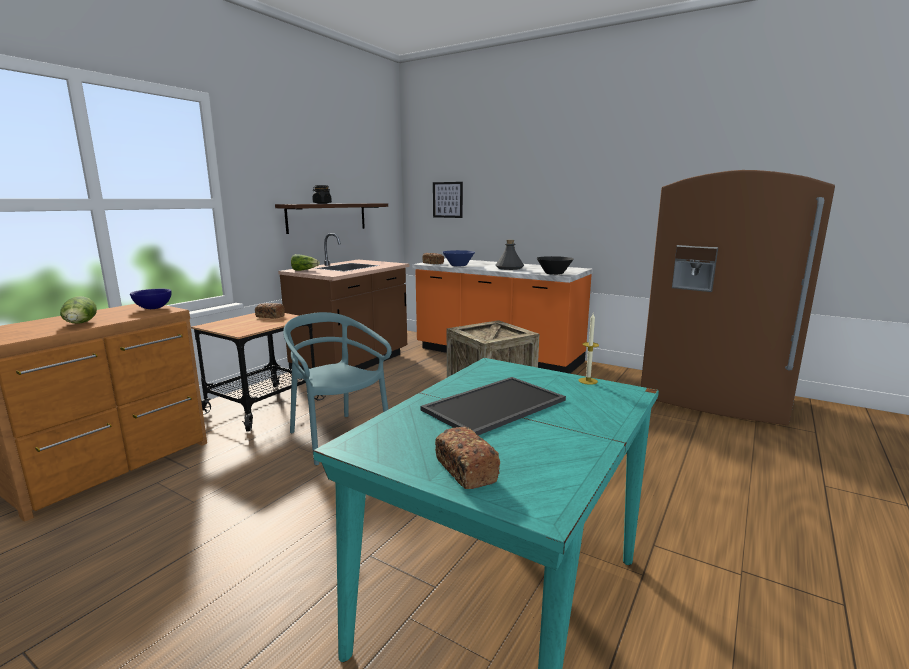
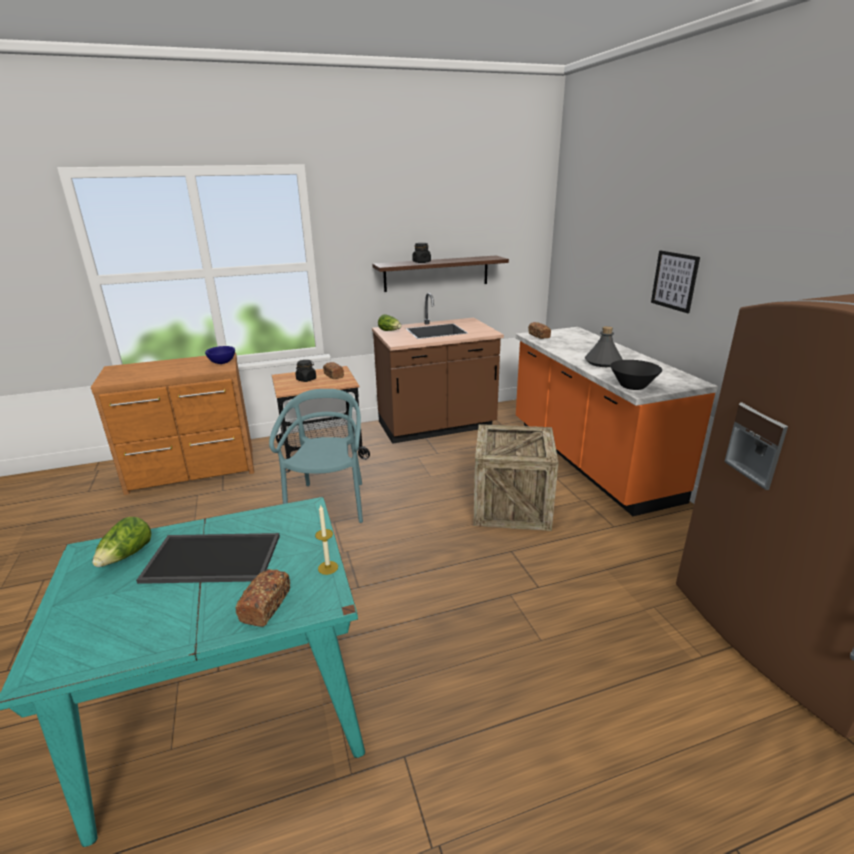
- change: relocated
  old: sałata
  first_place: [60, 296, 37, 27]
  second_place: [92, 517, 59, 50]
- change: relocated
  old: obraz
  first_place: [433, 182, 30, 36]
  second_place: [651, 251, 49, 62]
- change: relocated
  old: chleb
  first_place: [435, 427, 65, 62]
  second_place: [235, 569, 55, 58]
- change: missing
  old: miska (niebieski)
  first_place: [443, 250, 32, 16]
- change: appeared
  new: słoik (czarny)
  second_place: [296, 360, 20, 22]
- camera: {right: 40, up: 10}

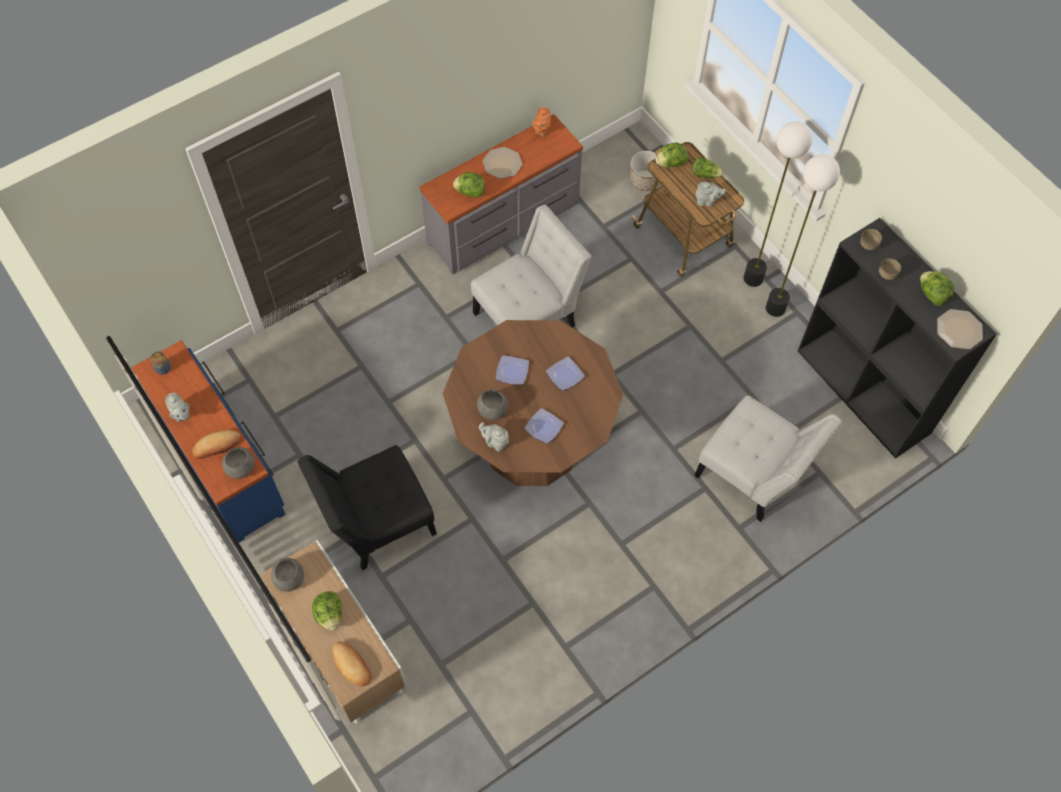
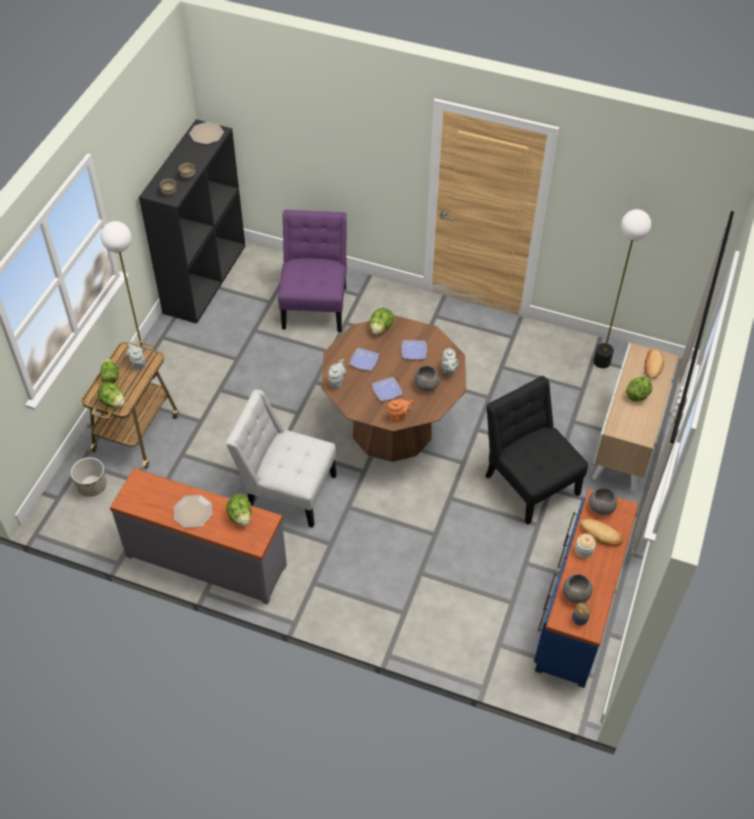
- change: relocated
  old: imbryk (szary)
  first_place: [165, 393, 25, 29]
  second_place: [328, 359, 19, 30]
- change: relocated
  old: miska (szary)
  first_place: [271, 558, 33, 34]
  second_place: [563, 574, 29, 30]
- change: spun
  old: krzesło (czarny)
  first_place: [297, 445, 140, 125]
  second_place: [486, 376, 102, 149]
  degrees: -150
- change: relocated
  old: imbryk (pomarańczowy)
  first_place: [532, 107, 19, 30]
  second_place: [388, 399, 26, 24]
- change: colour
  old: krzesło (biały)
  new: krzesło (fioletowy)
  first_place: [694, 396, 148, 126]
  second_place: [278, 210, 69, 122]
- change: relocated
  old: lampa stojąca
  first_place: [766, 154, 74, 163]
  second_place: [593, 209, 58, 159]
- change: relocated
  old: sałata
  first_place: [920, 271, 34, 35]
  second_place: [369, 308, 25, 27]
- change: appeared
  new: słoik
  second_place: [575, 534, 21, 24]
- camera: {right: -125, up: -10}

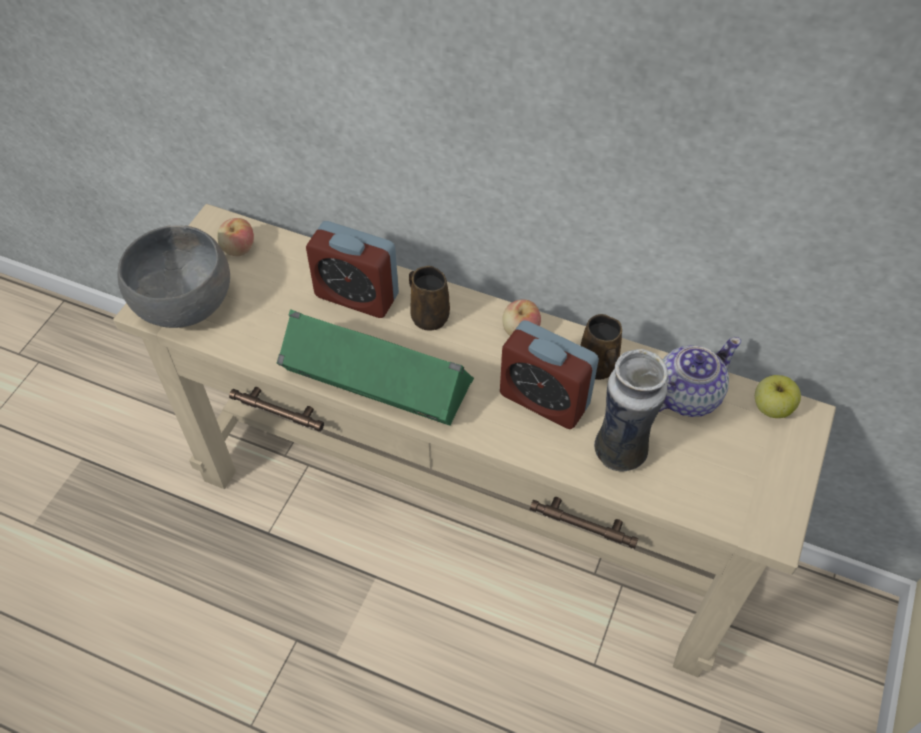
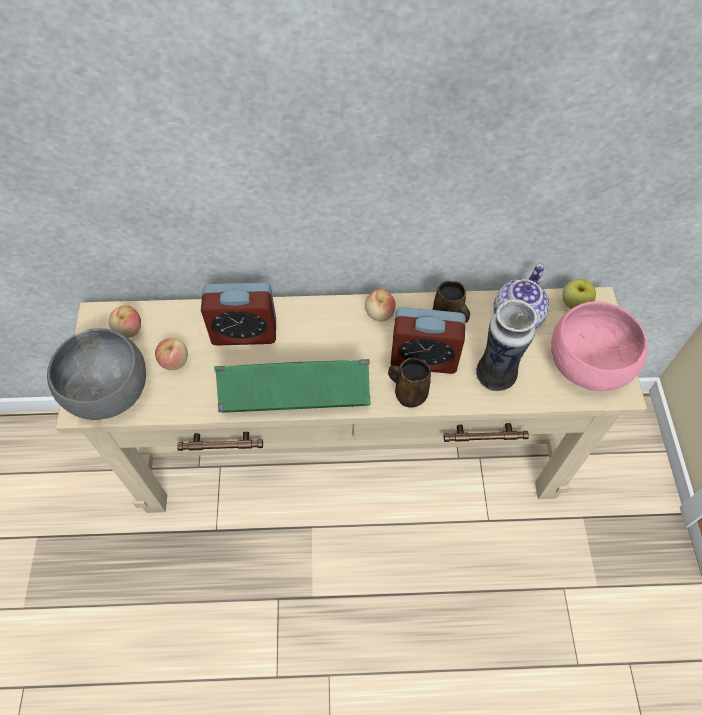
- change: relocated
  old: kubek (brązowy)
  first_place: [409, 266, 41, 65]
  second_place: [388, 358, 43, 50]
- change: appeared
  new: jabłko
  second_place: [155, 338, 33, 32]
- change: appeared
  new: miska (różowy)
  second_place: [551, 301, 97, 90]
- camera: {right: -25, up: 5}

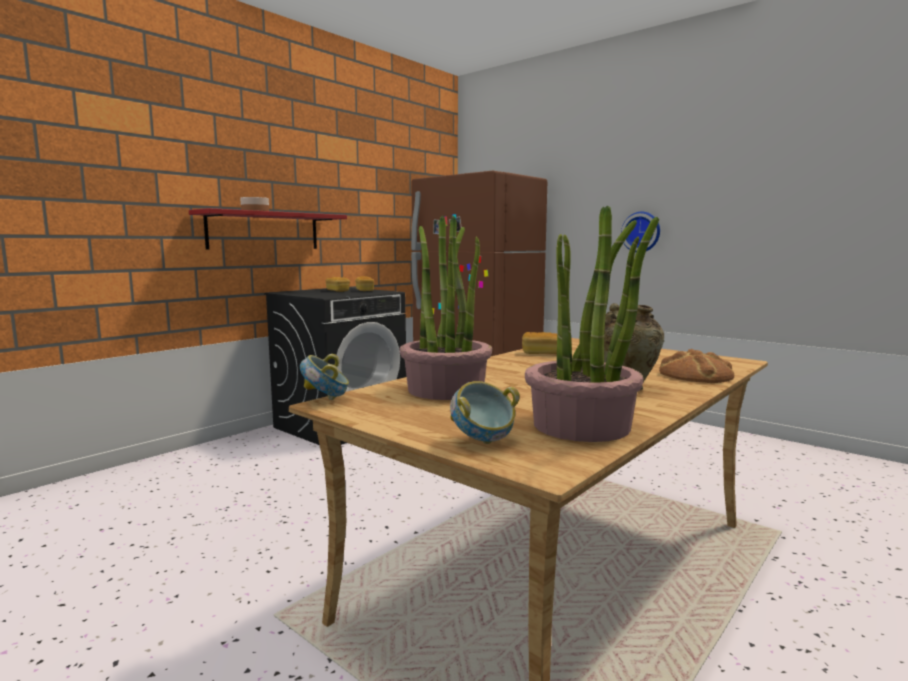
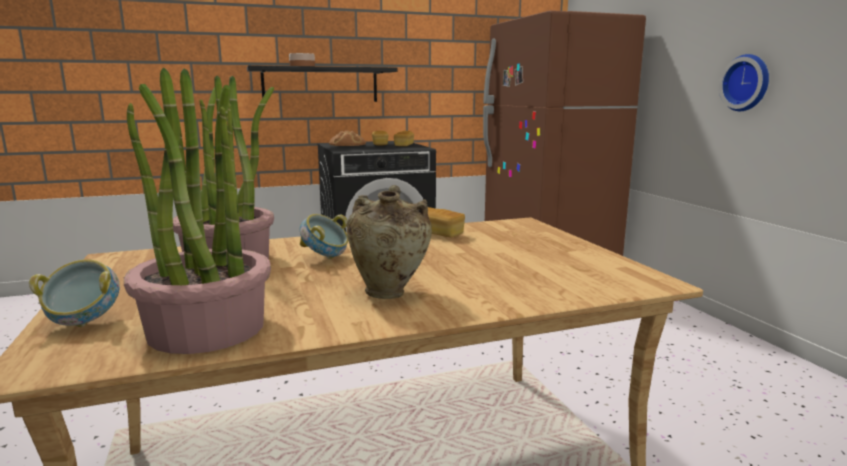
- change: colour
  old: półka (czerwony)
  new: półka (czarny)
  first_place: [189, 208, 158, 41]
  second_place: [247, 65, 150, 37]
- change: relocated
  old: miska
  first_place: [300, 354, 49, 46]
  second_place: [300, 214, 48, 45]
- change: relocated
  old: chleb
  first_place: [659, 349, 75, 34]
  second_place: [329, 131, 37, 15]
- camera: {right: 30, up: 5}

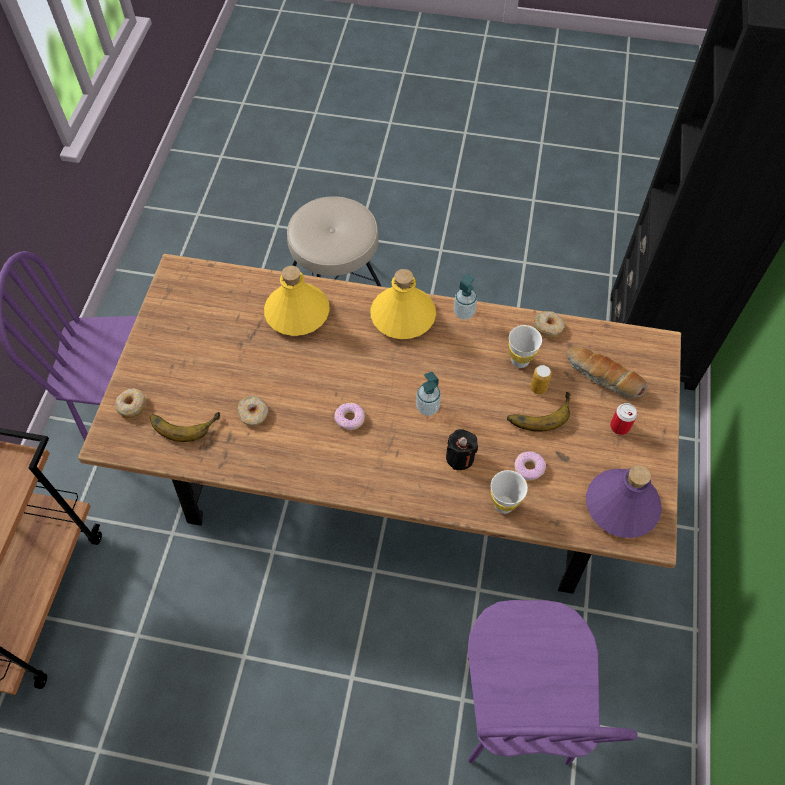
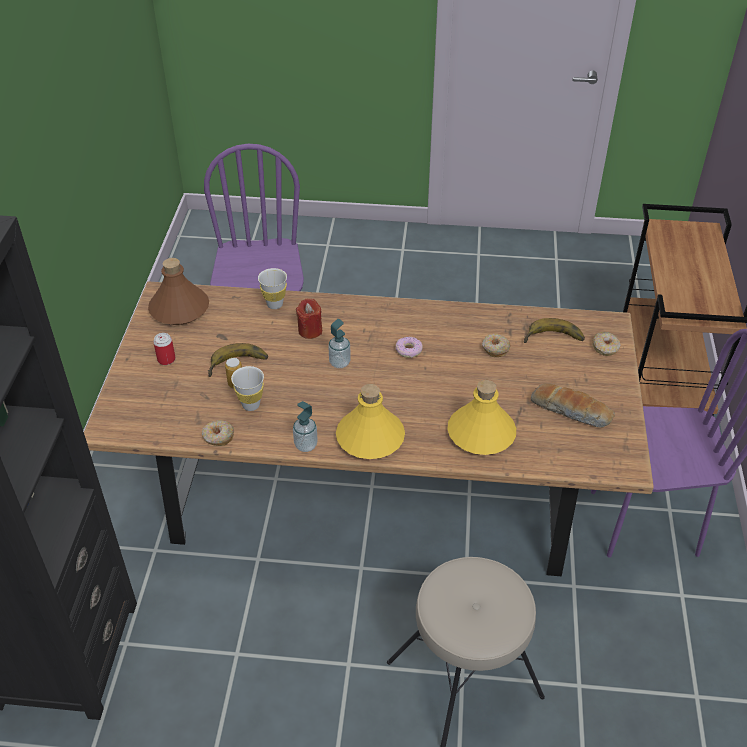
- change: colour
  old: świeca (czarny)
  new: świeca (czerwony)
  first_place: [446, 429, 32, 41]
  second_place: [296, 298, 26, 41]
- change: missing
  old: donut
  first_place: [514, 451, 32, 29]
- change: relocated
  old: chleb
  first_place: [566, 347, 82, 51]
  second_place: [531, 383, 84, 44]
- change: colour
  old: butelka (fioletowy)
  new: butelka (brązowy)
  first_place: [586, 465, 76, 73]
  second_place: [148, 258, 61, 67]
- camera: {right: 175, up: -15}

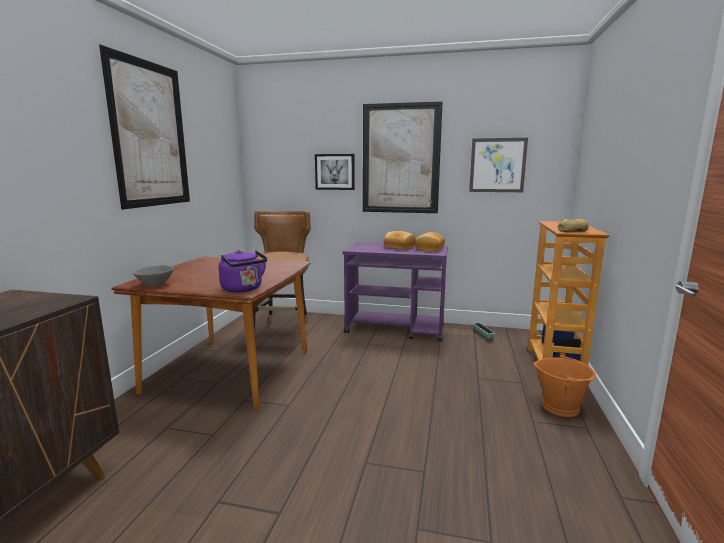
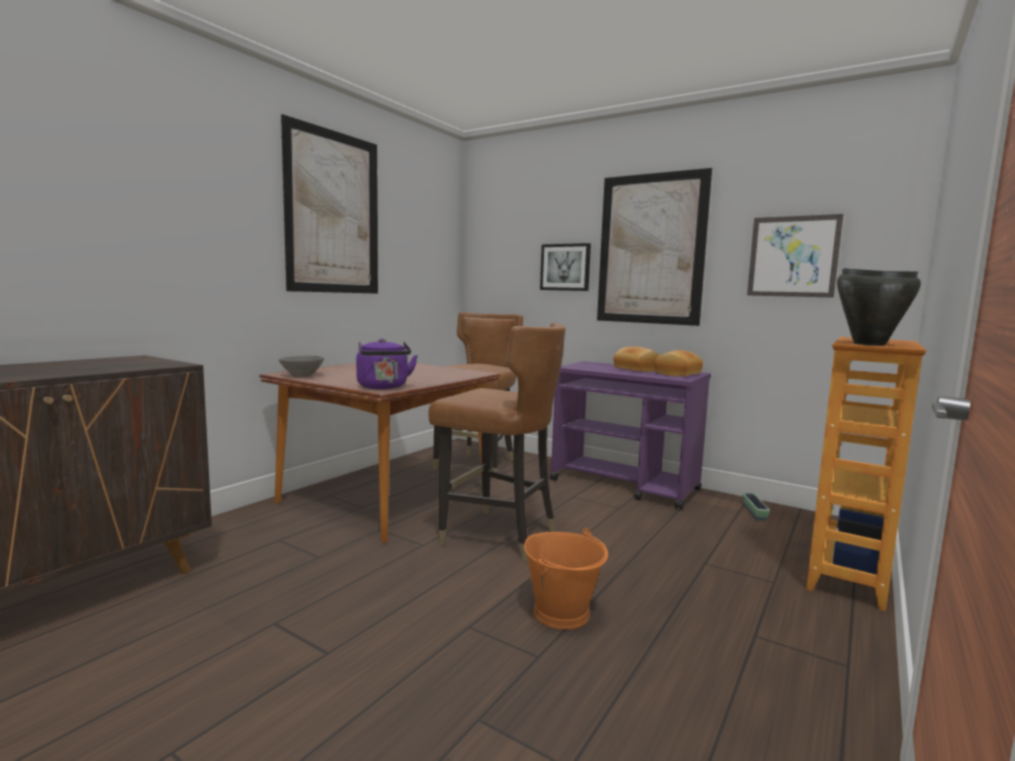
- change: relocated
  old: wiadro (pomarańczowy)
  first_place: [534, 353, 62, 64]
  second_place: [524, 528, 84, 102]
- change: exchanged
  old: chleb
  new: garnek (czarny)
  first_place: [558, 219, 31, 13]
  second_place: [837, 268, 84, 78]
- change: appeared
  new: krzesło (brązowy)
  second_place: [428, 323, 138, 238]
- camera: {right: 20, up: -5}

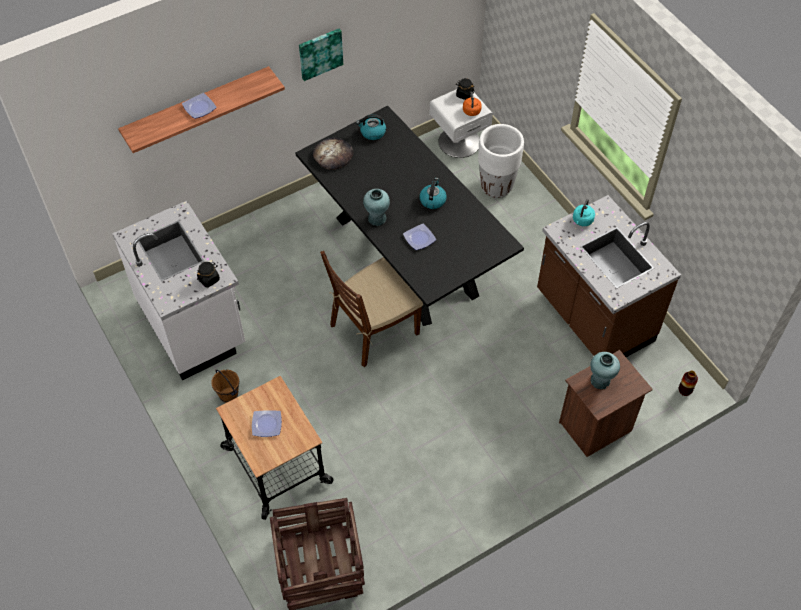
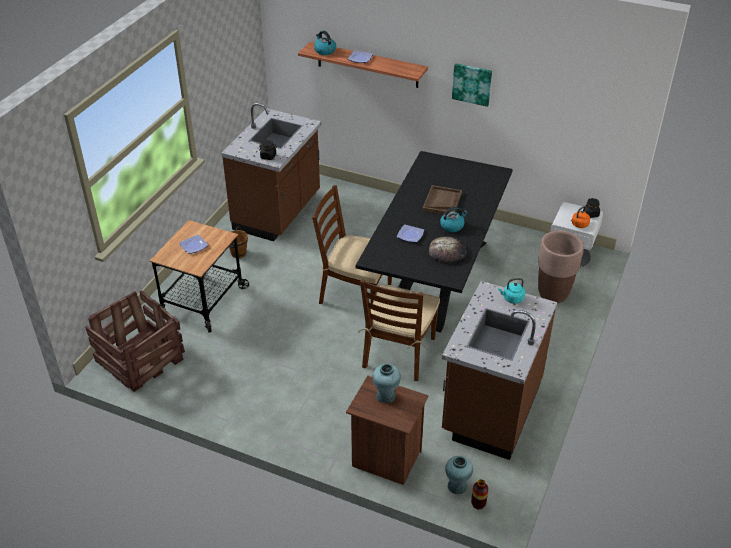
- change: colour
  old: zabudowa kuchenna (biały)
  new: zabudowa kuchenna (brązowy)
  first_place: [112, 201, 133, 179]
  second_place: [221, 103, 101, 138]
- change: relocated
  old: chleb
  first_place: [313, 138, 40, 32]
  second_place: [429, 236, 37, 27]
- change: relocated
  old: czajnik
  first_place: [356, 114, 30, 26]
  second_place: [314, 31, 22, 24]
- change: relocated
  old: wazon (turkusowy)
  first_place: [363, 189, 27, 37]
  second_place: [445, 456, 28, 38]
- change: colour
  old: donica (biały)
  new: donica (brązowy)
  first_place: [478, 124, 46, 74]
  second_place: [538, 230, 46, 73]
- change: appeared
  new: krzesło (brązowy)
  second_place: [358, 279, 82, 102]
- change: appeared
  new: taca (brązowy)
  second_place: [423, 185, 39, 30]
- camera: {right: 55, up: -15}

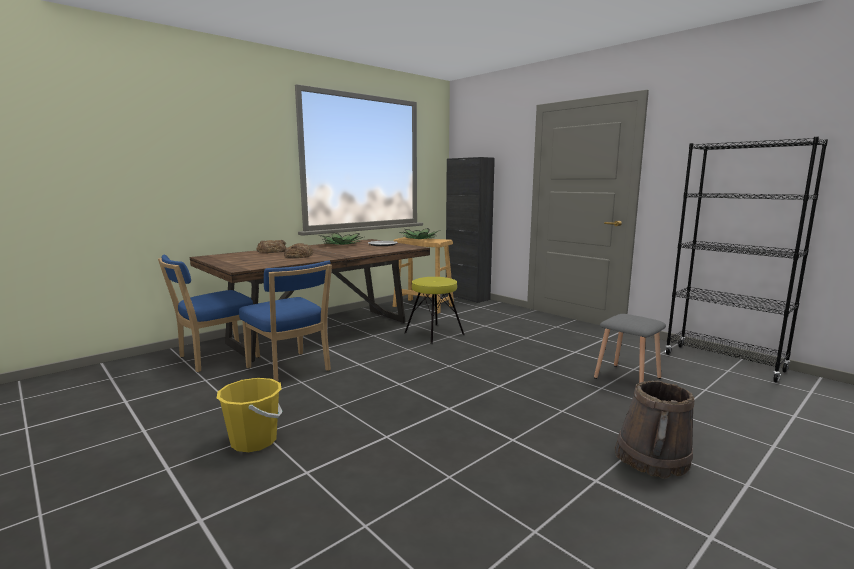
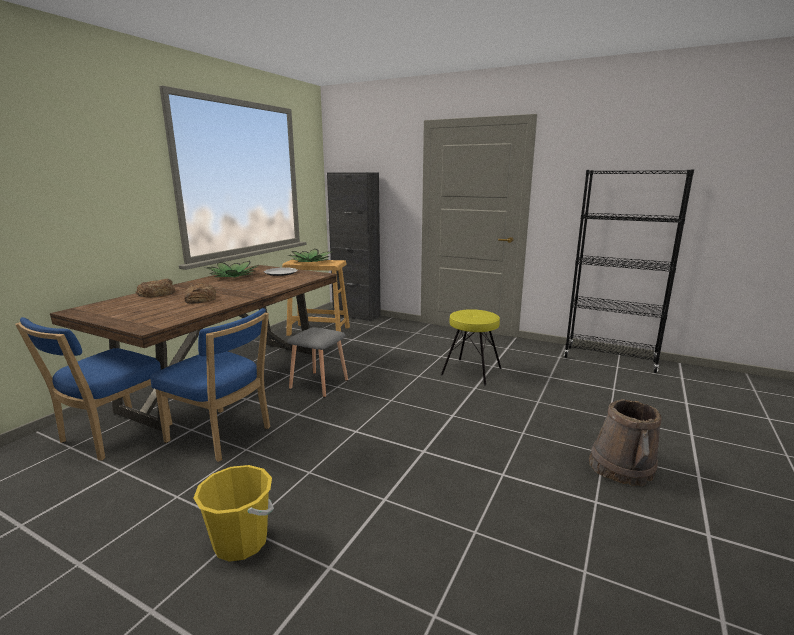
- change: relocated
  old: stołek (żółty)
  first_place: [404, 277, 61, 67]
  second_place: [441, 309, 61, 77]
- change: relocated
  old: stołek (szary)
  first_place: [594, 314, 72, 69]
  second_place: [287, 327, 61, 71]
- camera: {right: -20, up: 5}

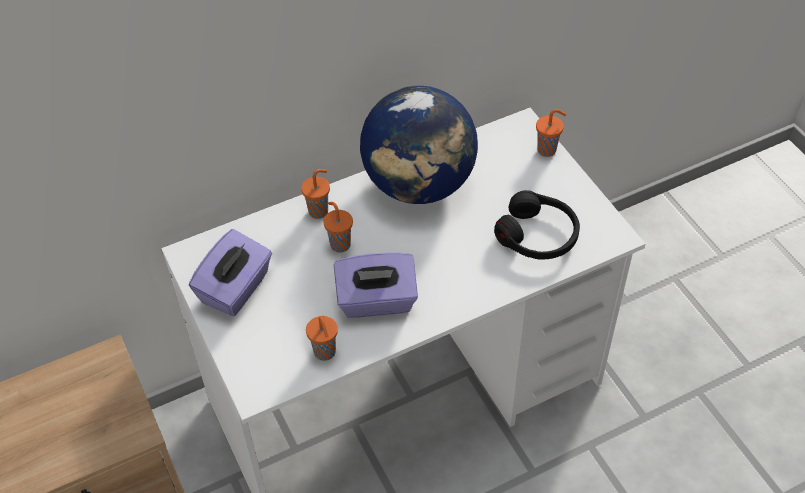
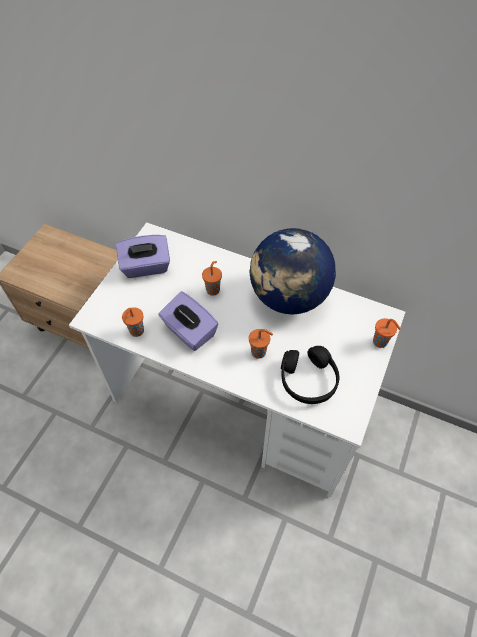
- change: relocated
  old: filiżanka (pomarańczowy)
  first_place: [301, 169, 29, 50]
  second_place: [249, 329, 24, 30]
- camera: {right: 50, up: 5}

